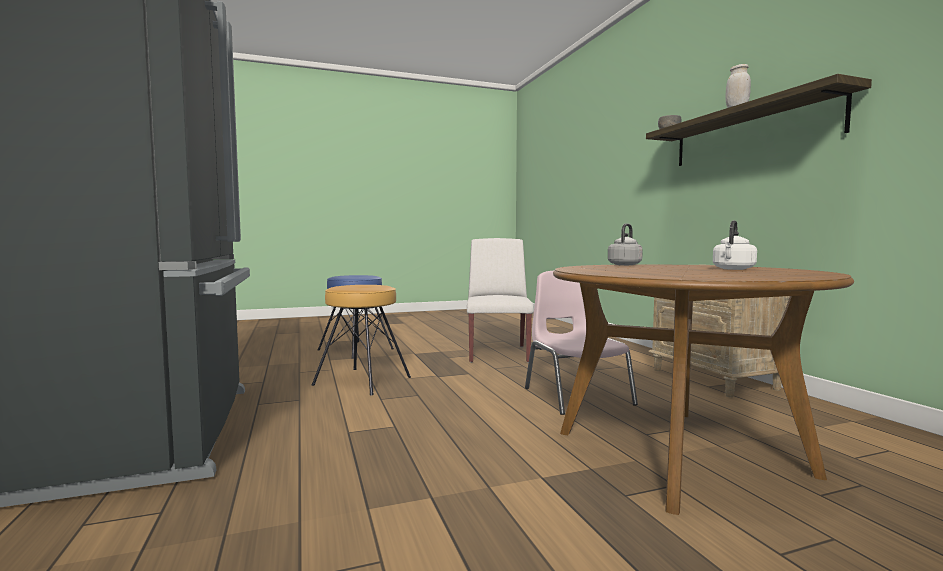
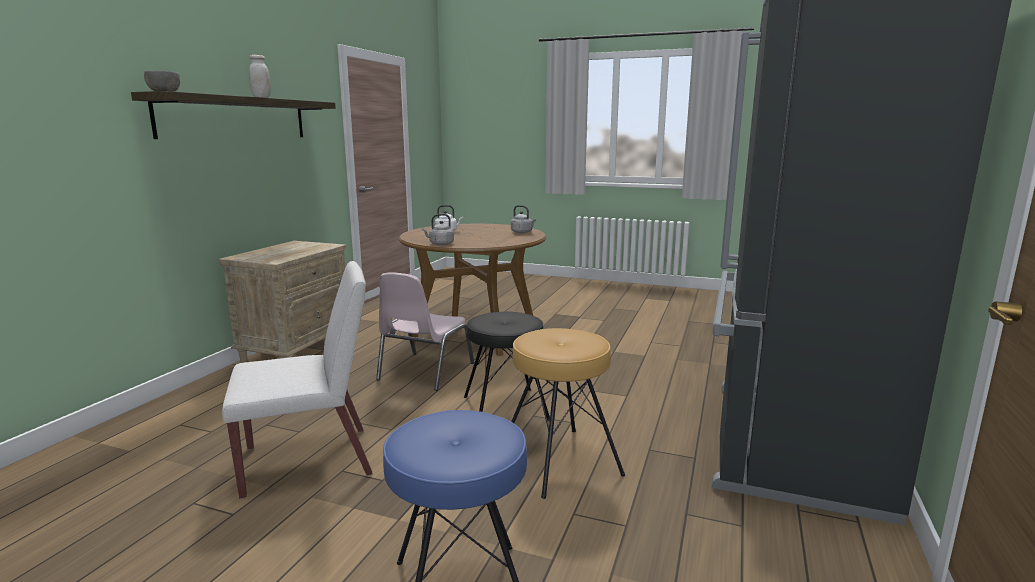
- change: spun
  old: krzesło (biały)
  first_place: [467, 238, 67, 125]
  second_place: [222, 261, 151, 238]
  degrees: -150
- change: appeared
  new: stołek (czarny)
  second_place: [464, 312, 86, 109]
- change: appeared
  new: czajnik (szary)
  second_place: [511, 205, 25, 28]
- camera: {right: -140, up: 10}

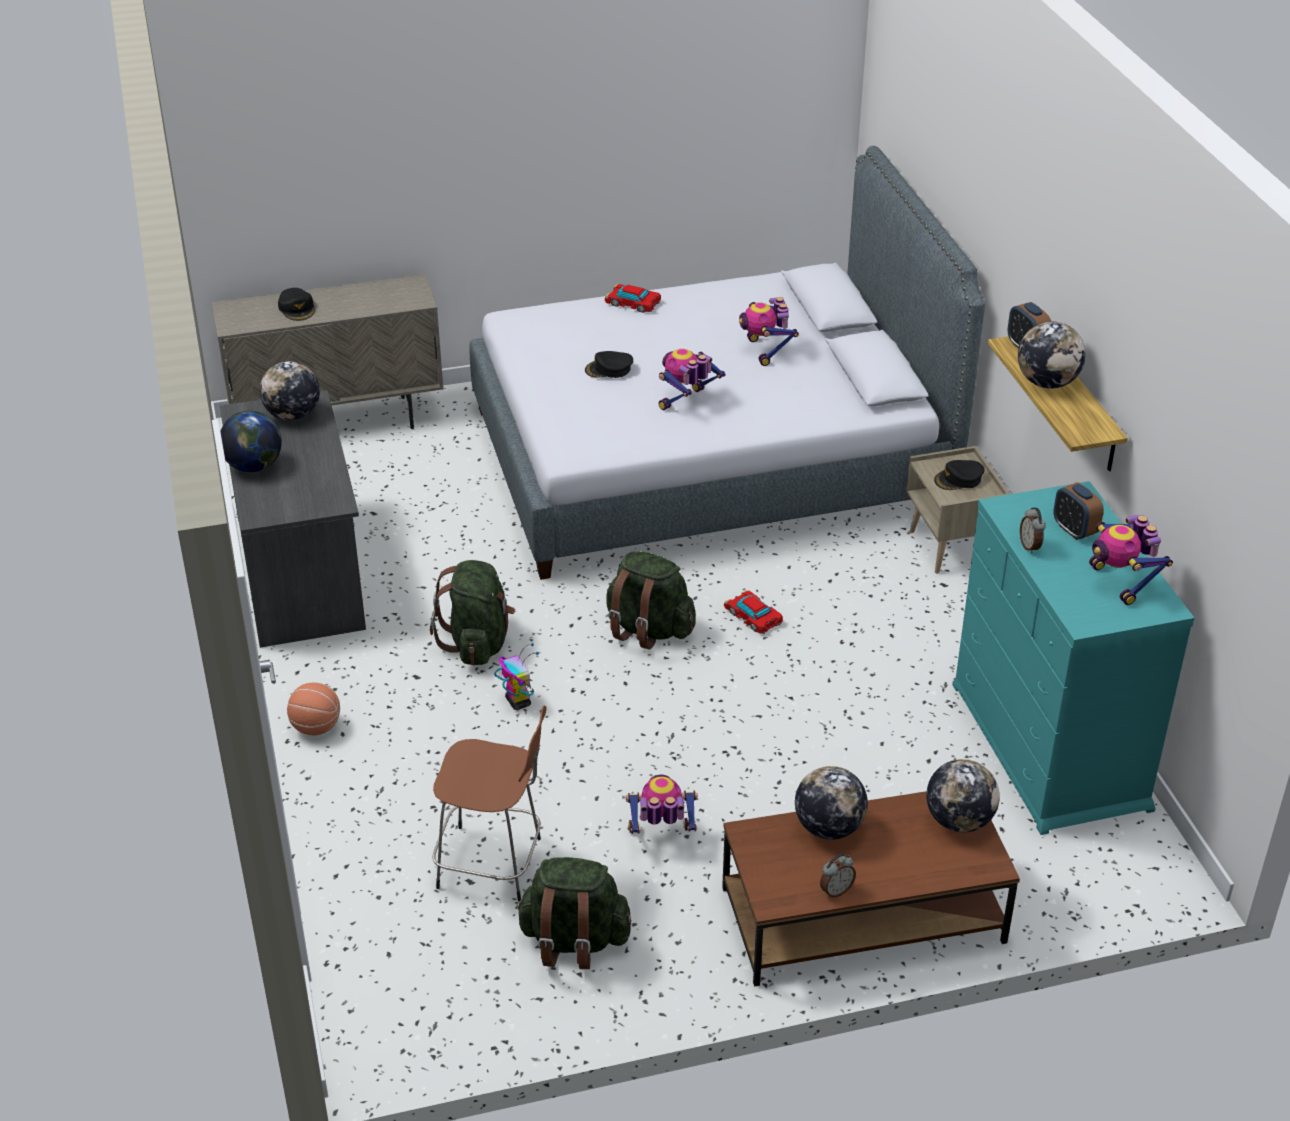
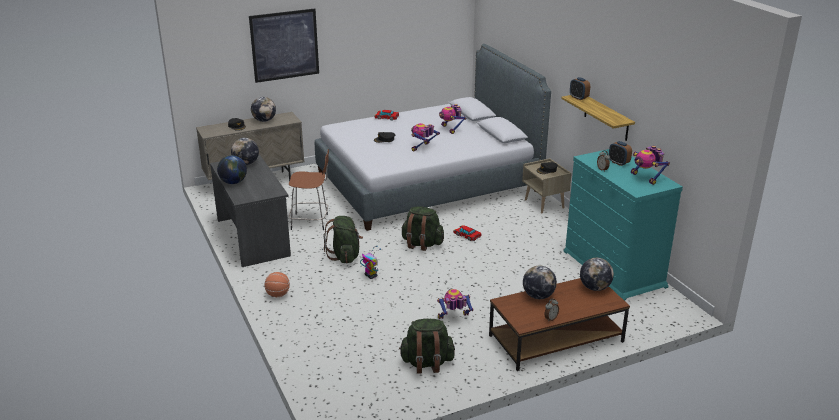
- change: relocated
  old: stołek (brązowy)
  first_place: [433, 705, 113, 196]
  second_place: [289, 149, 40, 81]
- change: relocated
  old: globus
  first_place: [1018, 321, 68, 68]
  second_place: [251, 97, 25, 25]
- change: appeared
  new: obraz
  second_place: [249, 8, 70, 75]
- camera: {right: -10, up: -10}

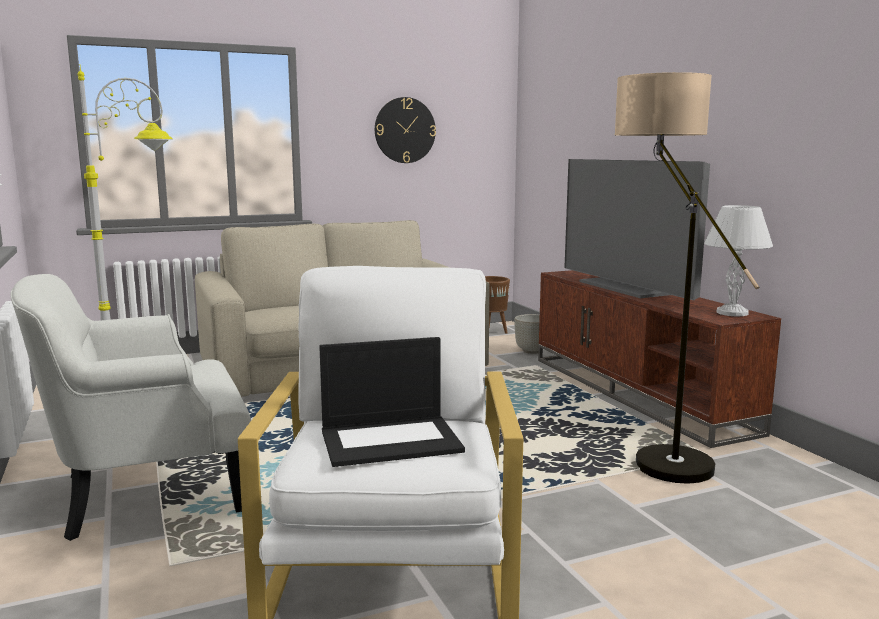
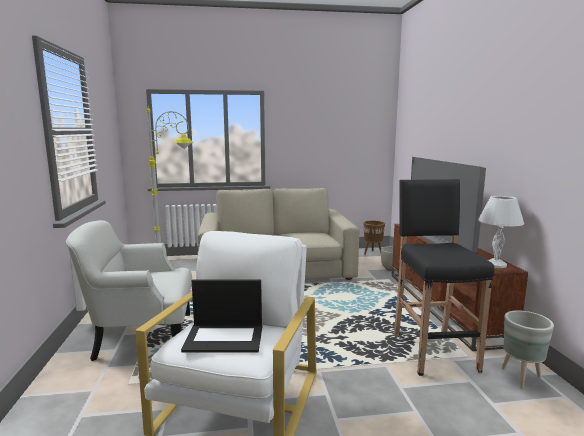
- change: missing
  old: zegar ścienny
  first_place: [375, 97, 61, 66]
- change: exchanged
  old: lampa stojąca
  new: stołek (czarny)
  first_place: [615, 72, 144, 412]
  second_place: [394, 179, 100, 197]
- change: appeared
  new: donica (szary)
  second_place: [501, 310, 53, 79]
- camera: {right: 15, up: 0}

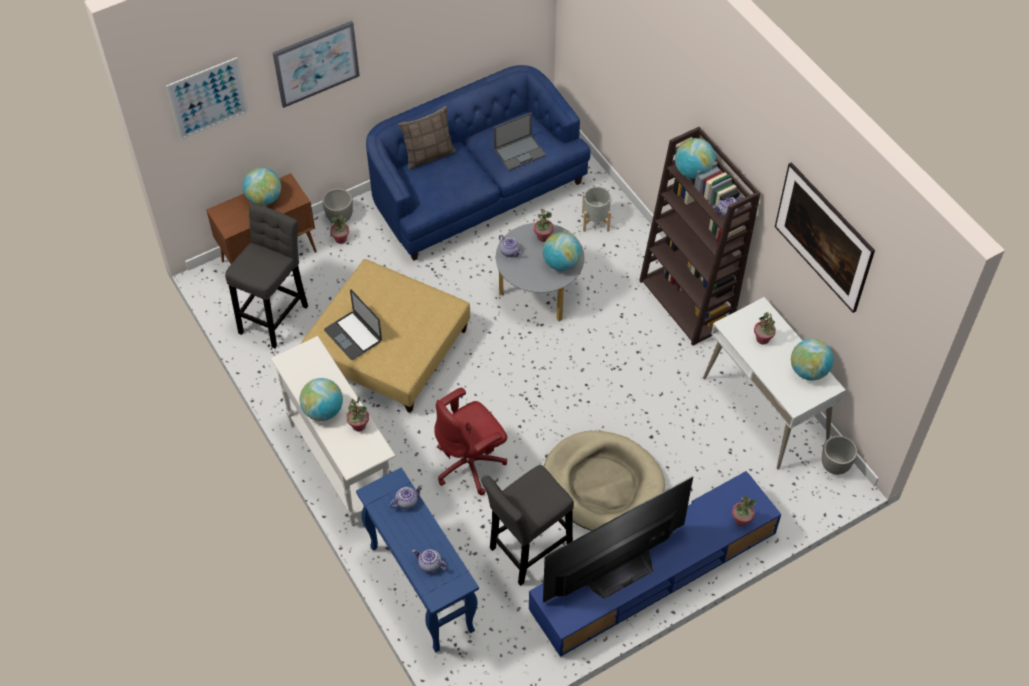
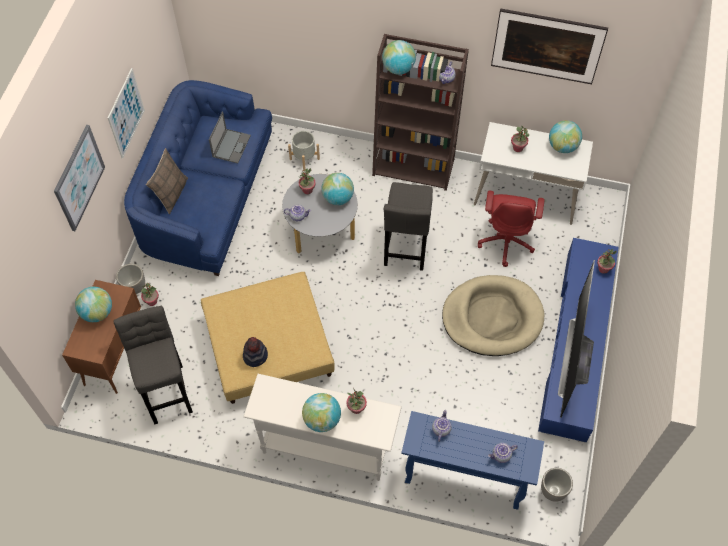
- change: relocated
  old: obraz
  first_place: [166, 57, 83, 83]
  second_place: [108, 68, 37, 91]
- change: exchanged
  old: laptop
  new: kapelusz
  first_place: [324, 289, 58, 71]
  second_place: [243, 337, 25, 30]
- change: relocated
  old: krzesło biurowe (czerwony)
  first_place: [434, 388, 73, 107]
  second_place: [478, 191, 67, 76]
- change: relocated
  old: stołek (szary)
  first_place: [481, 465, 93, 120]
  second_place: [384, 182, 49, 89]
- change: relocated
  old: donica
  first_place: [822, 436, 35, 39]
  second_place: [541, 468, 32, 34]
- camera: {right: -45, up: 5}

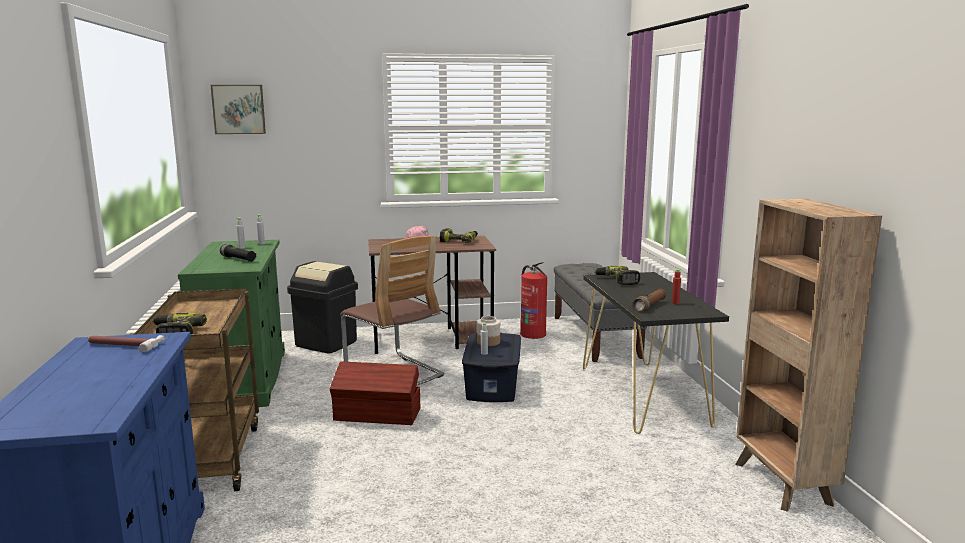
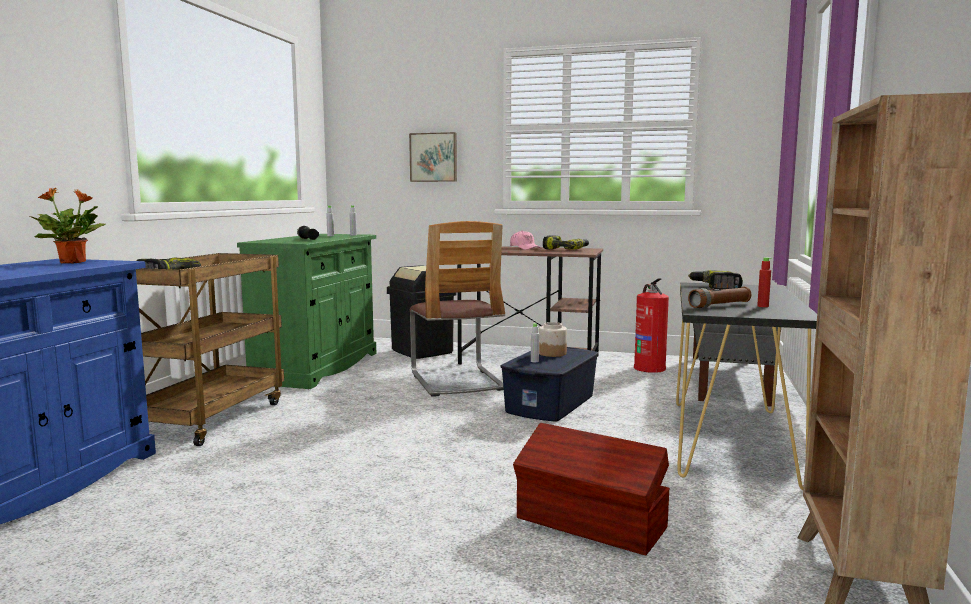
- change: exchanged
  old: młotek
  new: roślina doniczkowa
  first_place: [88, 335, 77, 18]
  second_place: [30, 187, 76, 77]
- change: relocated
  old: obraz
  first_place: [211, 85, 55, 49]
  second_place: [409, 132, 48, 50]
- change: relocated
  old: pojemnik do przechowywania (brązowy)
  first_place: [330, 361, 90, 64]
  second_place: [513, 423, 157, 133]
- camera: {right: 25, up: -5}

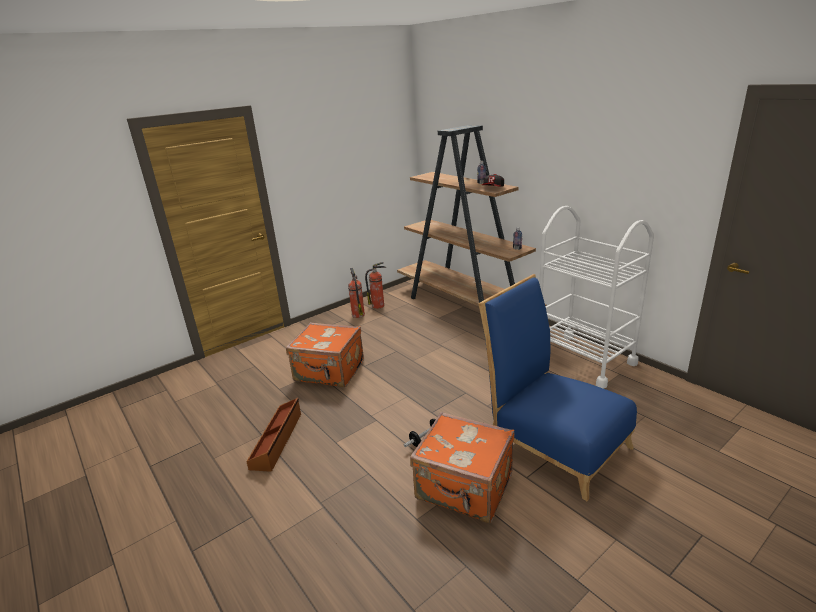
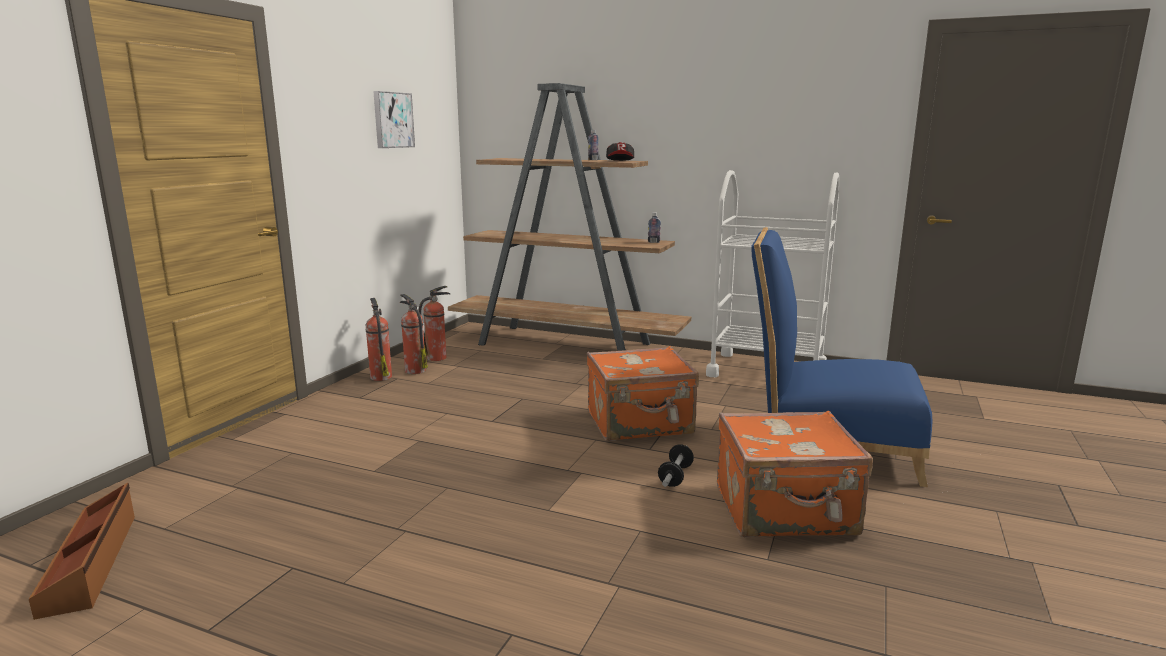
- change: relocated
  old: pojemnik do przechowywania (brązowy)
  first_place: [246, 398, 55, 74]
  second_place: [29, 483, 106, 137]
- change: relocated
  old: walizka (pomarańczowy)
  first_place: [286, 322, 78, 65]
  second_place: [587, 346, 112, 95]
- change: appeared
  new: gaśnica
  second_place: [365, 298, 27, 83]
- change: appeared
  new: obraz
  second_place: [373, 91, 42, 57]
- camera: {right: -30, up: -10}

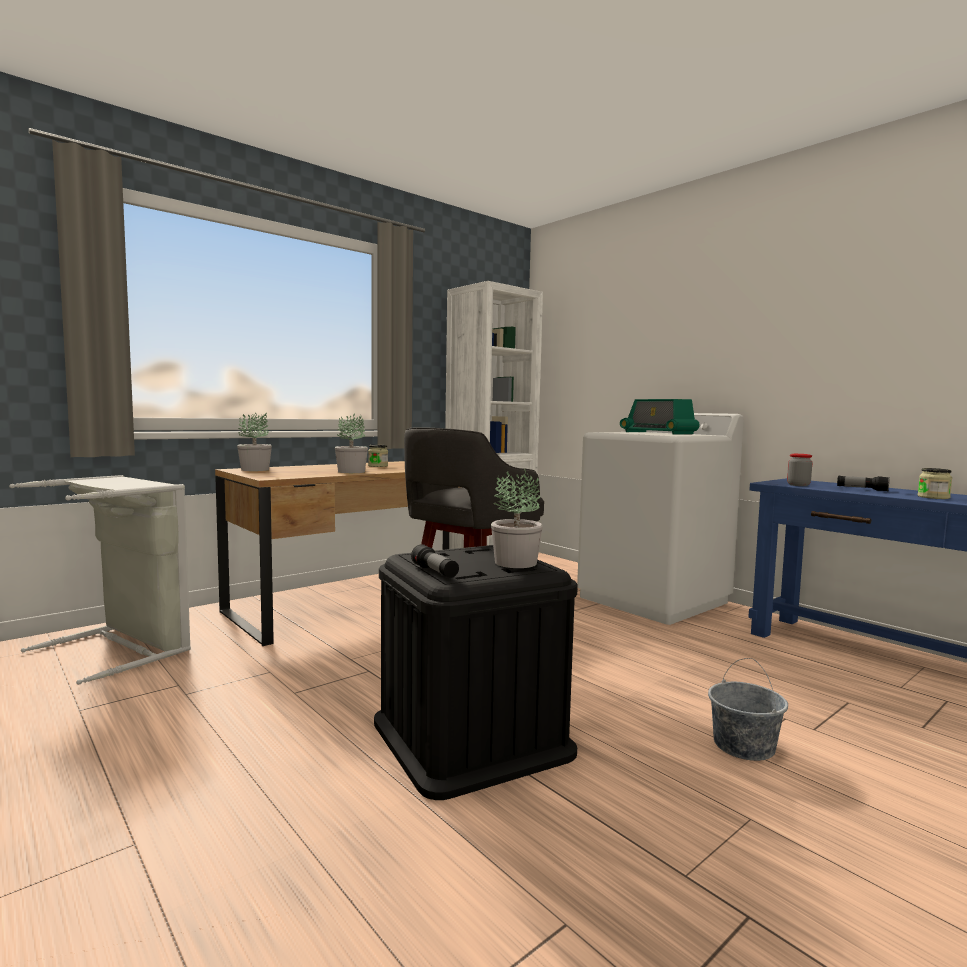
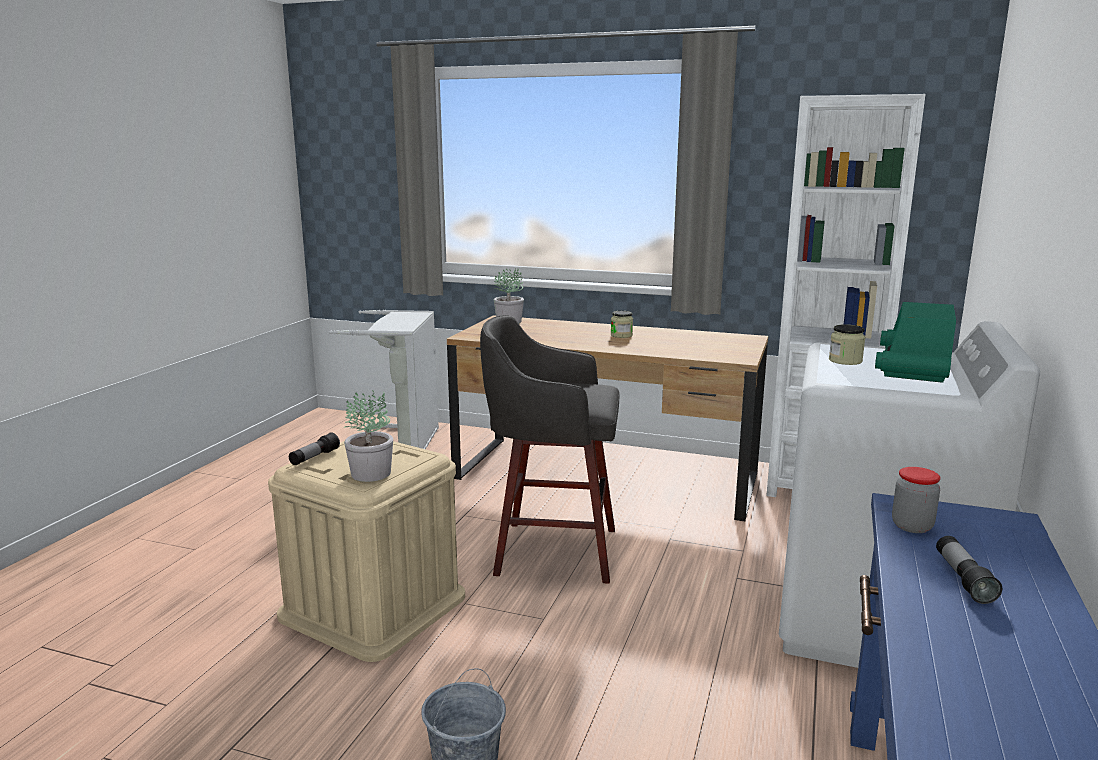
- change: missing
  old: roślina doniczkowa
  first_place: [335, 413, 33, 60]
- change: colour
  old: pojemnik do przechowywania (czarny)
  new: pojemnik do przechowywania (beżowy)
  first_place: [374, 545, 204, 255]
  second_place: [268, 441, 197, 221]
- change: relocated
  old: słoik
  first_place: [917, 468, 36, 31]
  second_place: [829, 324, 36, 41]
- camera: {right: 60, up: 10}

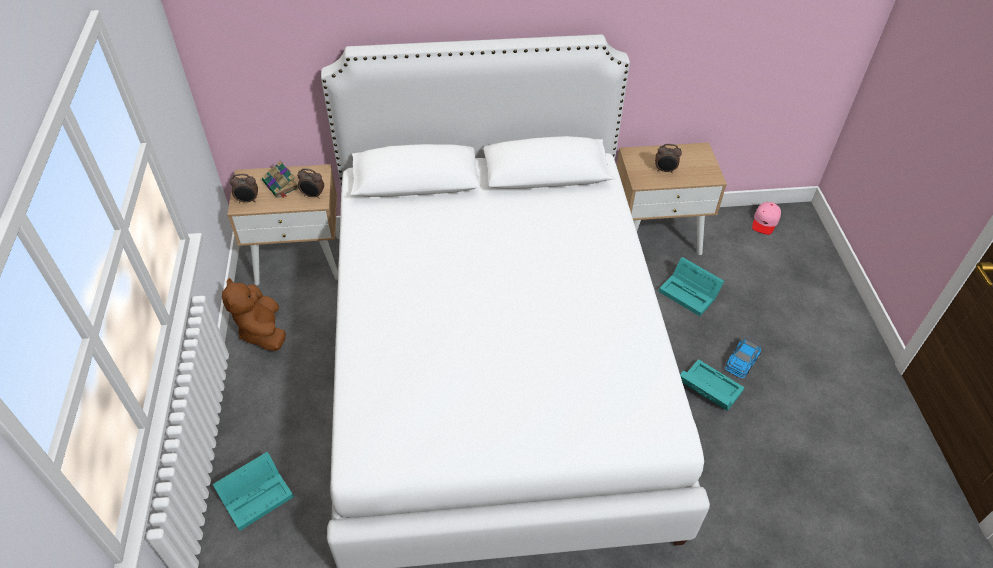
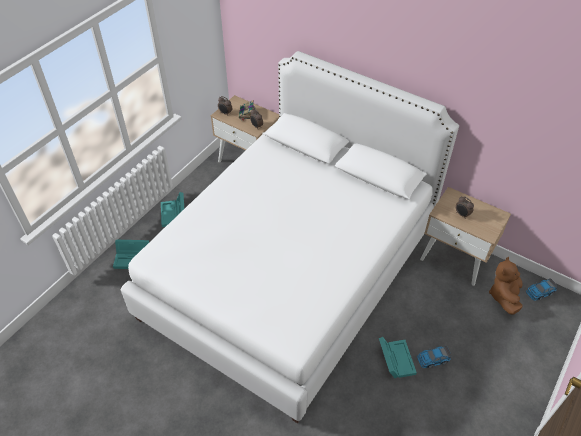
- change: relocated
  old: pluszak (brązowy)
  first_place: [222, 278, 64, 73]
  second_place: [489, 256, 34, 59]
- change: relocated
  old: pojemnik do przechowywania (turkusowy)
  first_place: [659, 257, 65, 59]
  second_place: [161, 192, 23, 35]
- change: exchanged
  old: czapka z daszkiem (różowy)
  new: samochodzik
  first_place: [752, 202, 29, 33]
  second_place: [526, 278, 32, 23]
- camera: {right: 40, up: 0}

